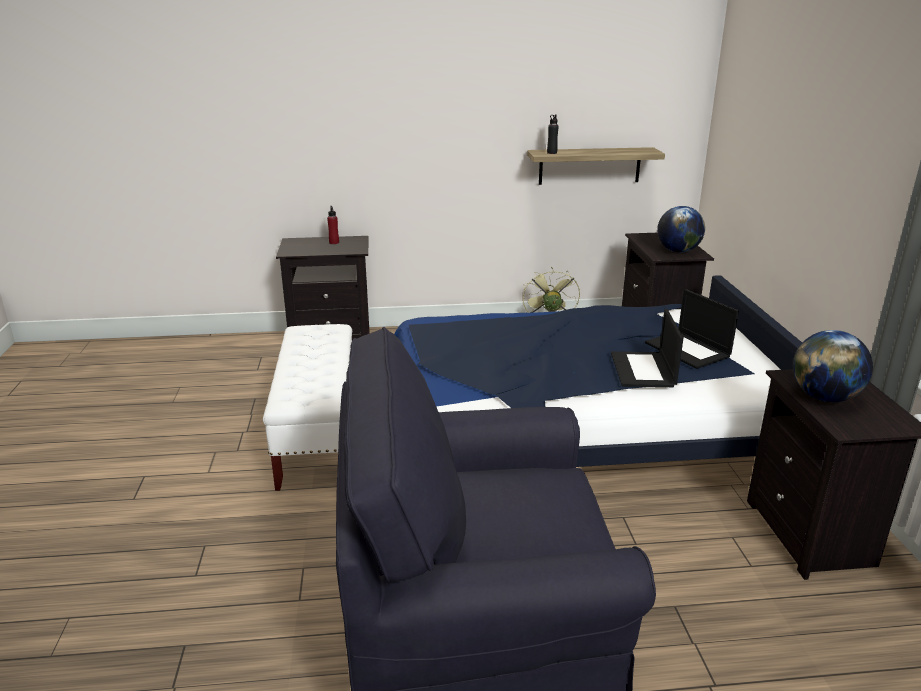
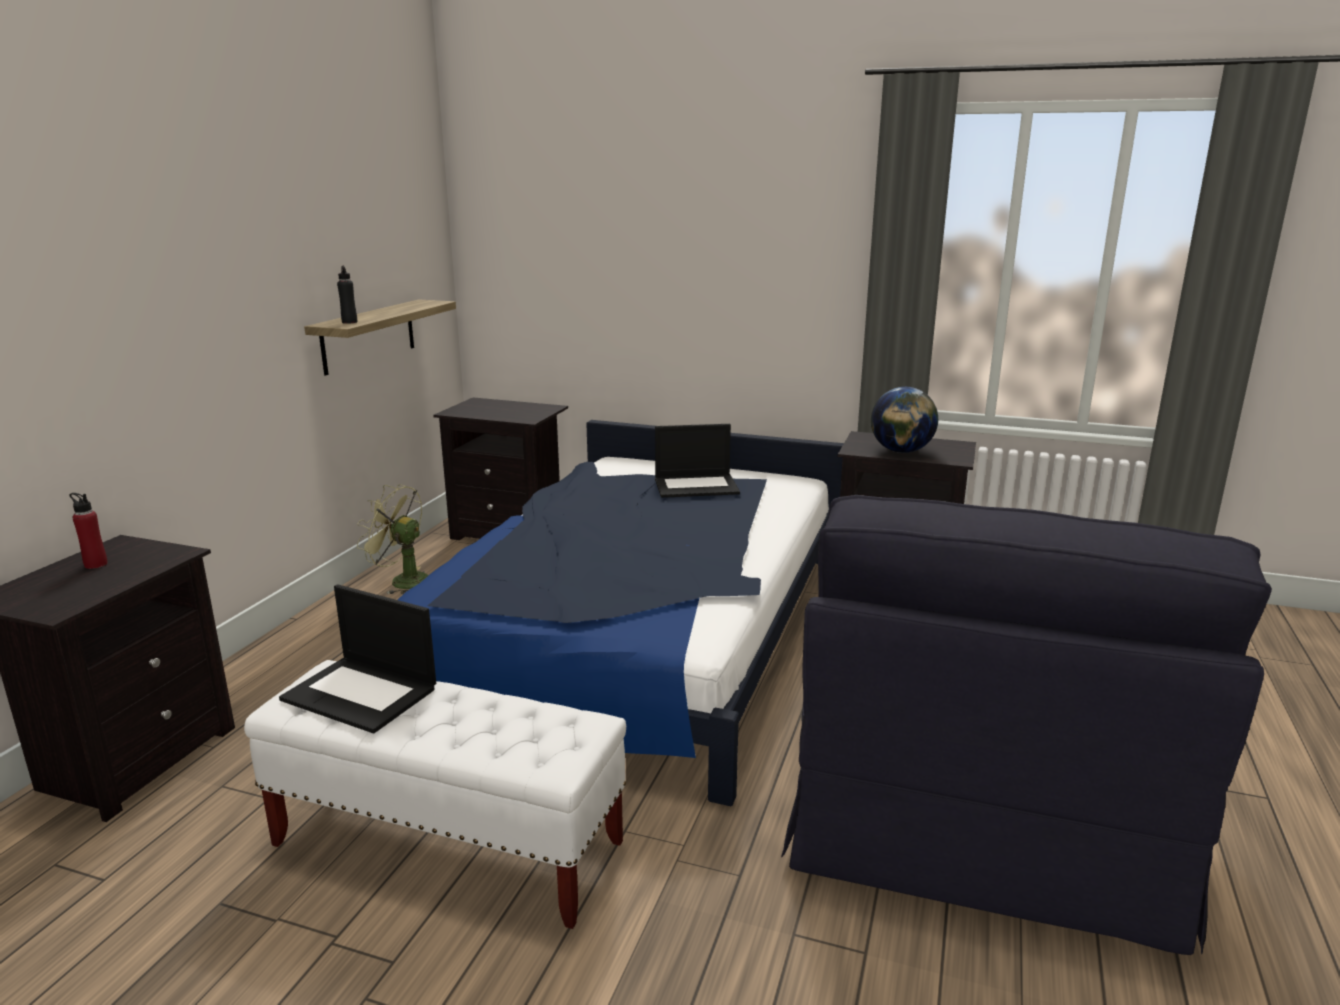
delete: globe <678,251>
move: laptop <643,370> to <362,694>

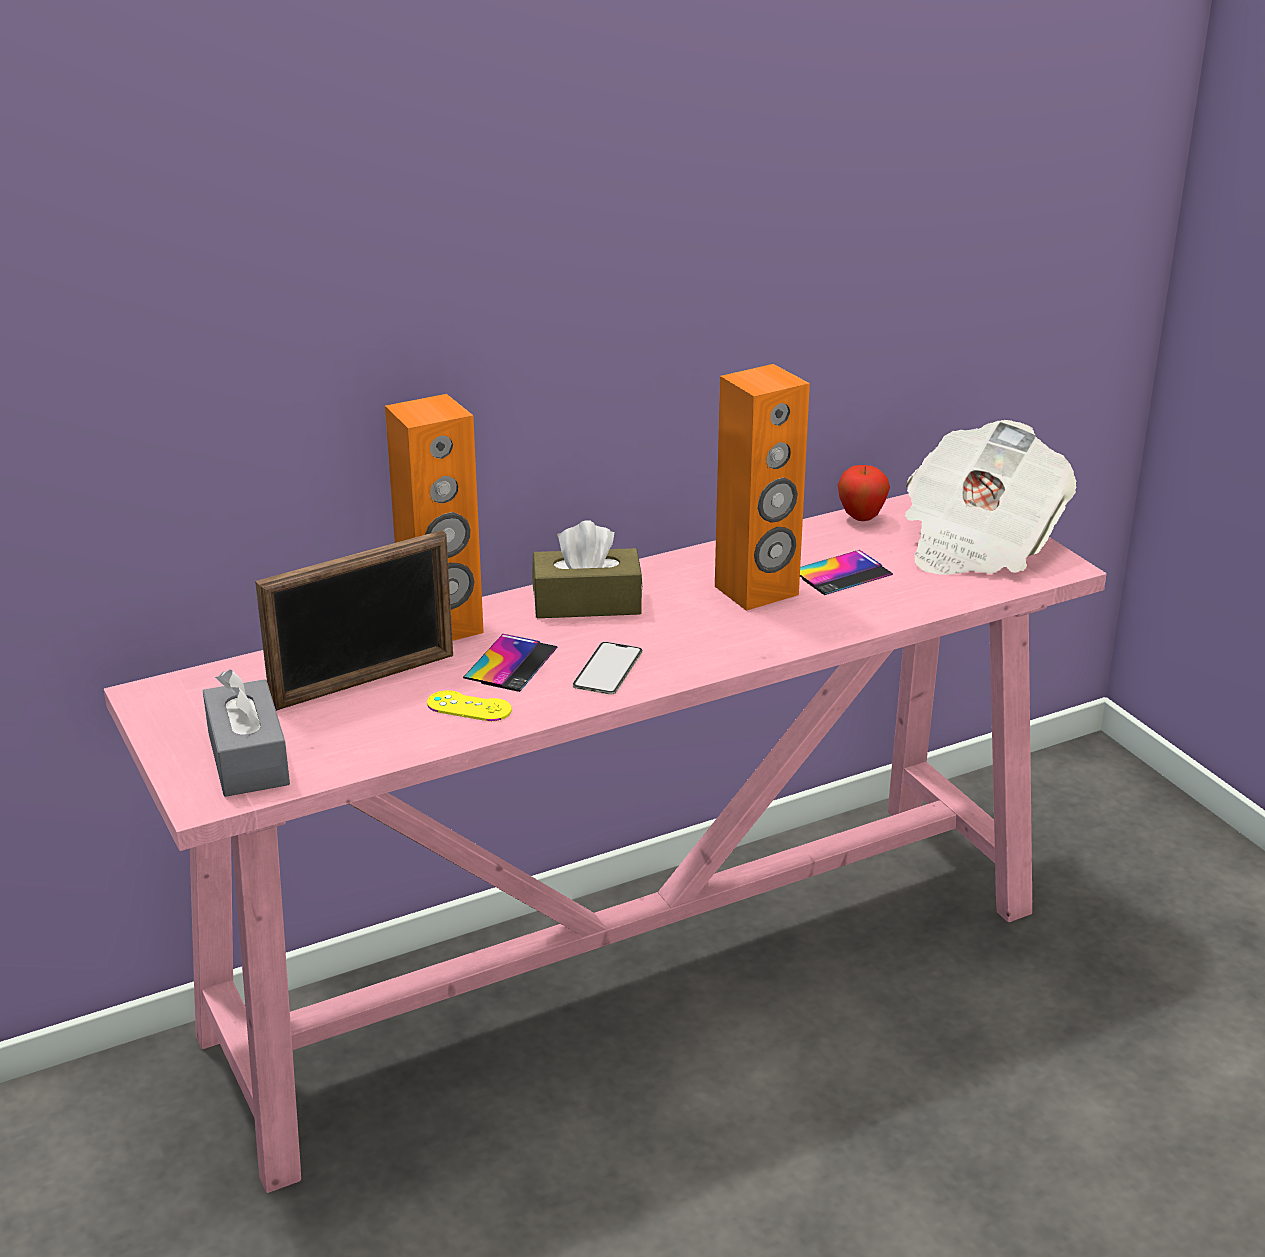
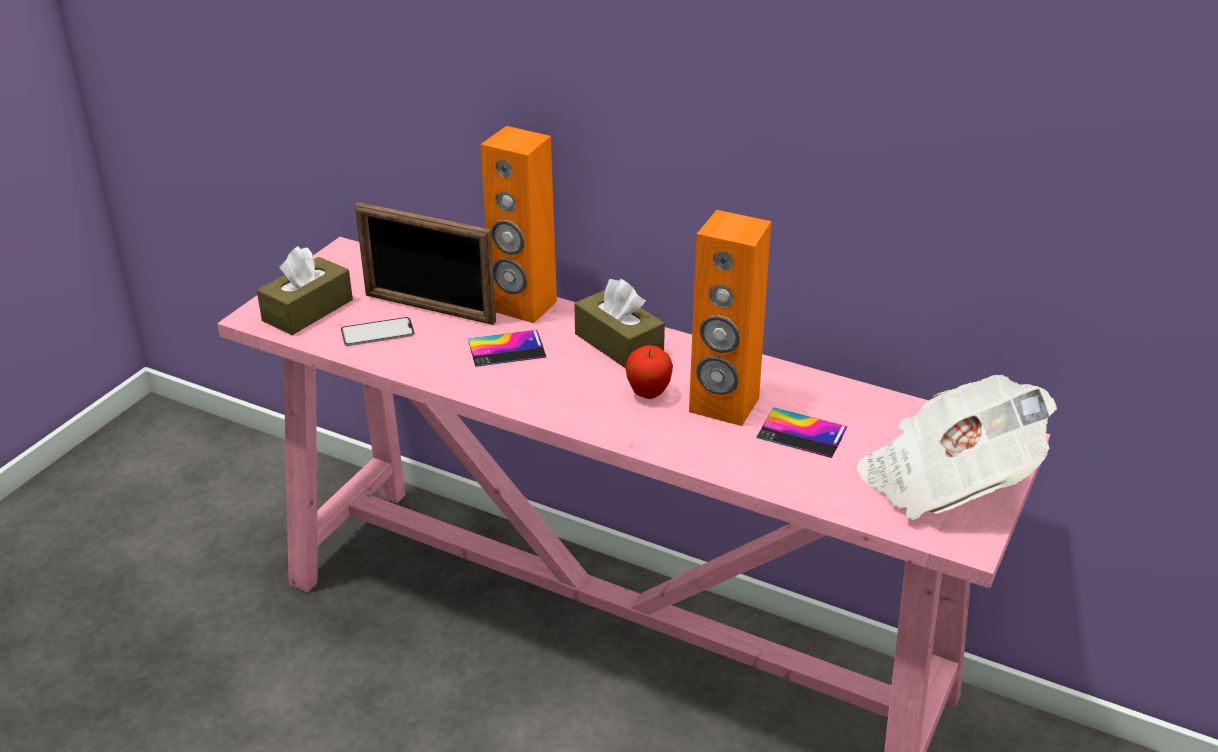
delete: yellow game controller <469,707>
move: phone <608,669> to <377,332>; apple <861,518> to <648,394>
recolor: grey tissue box <248,758> to brown tissue box <308,310>

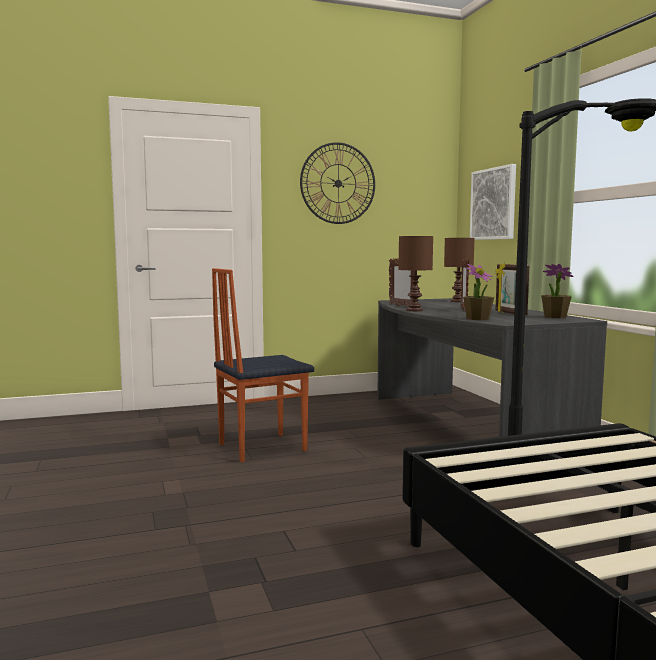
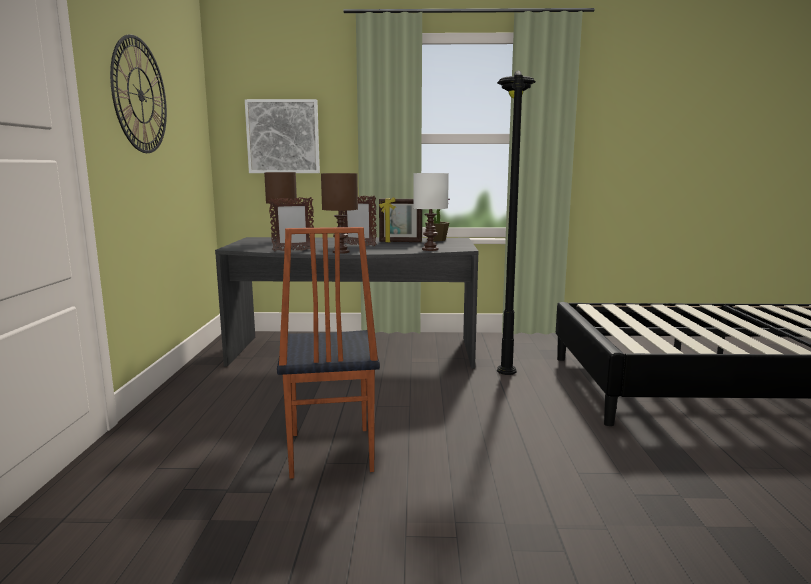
replace: potted plant <478,319> to white table lamp <429,249>

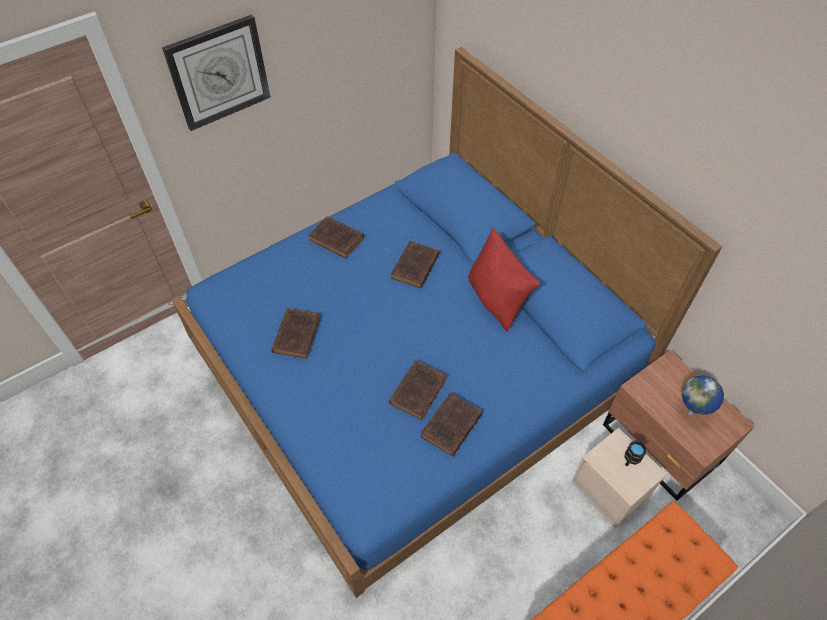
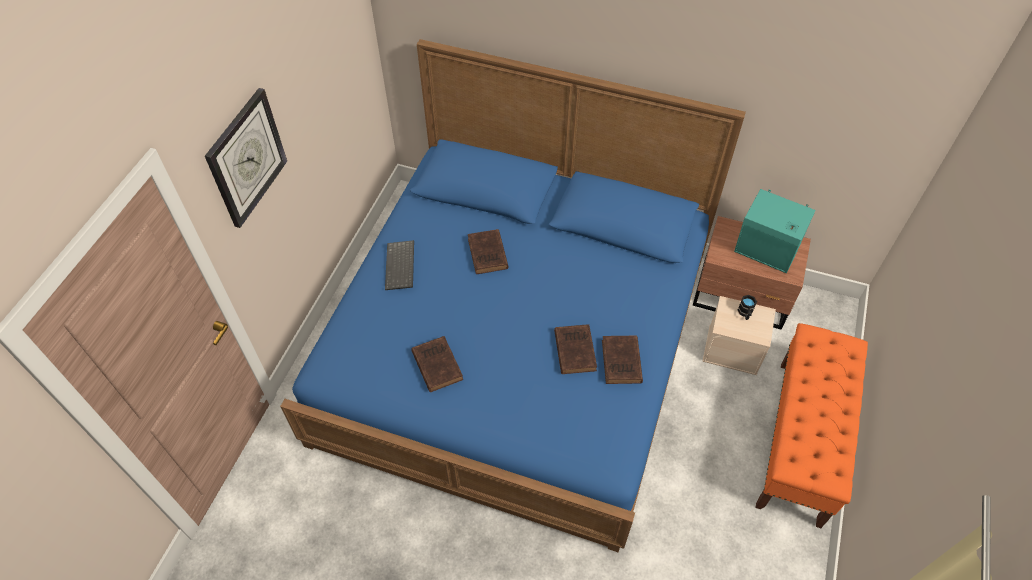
delete: red pillow <496,300>
replace: brown book <338,240> to keyboard <401,266>; globe <691,413> to turquoise speaker <765,253>

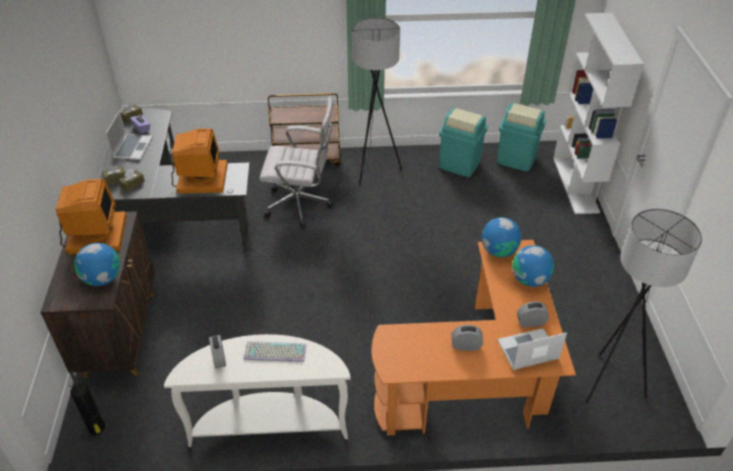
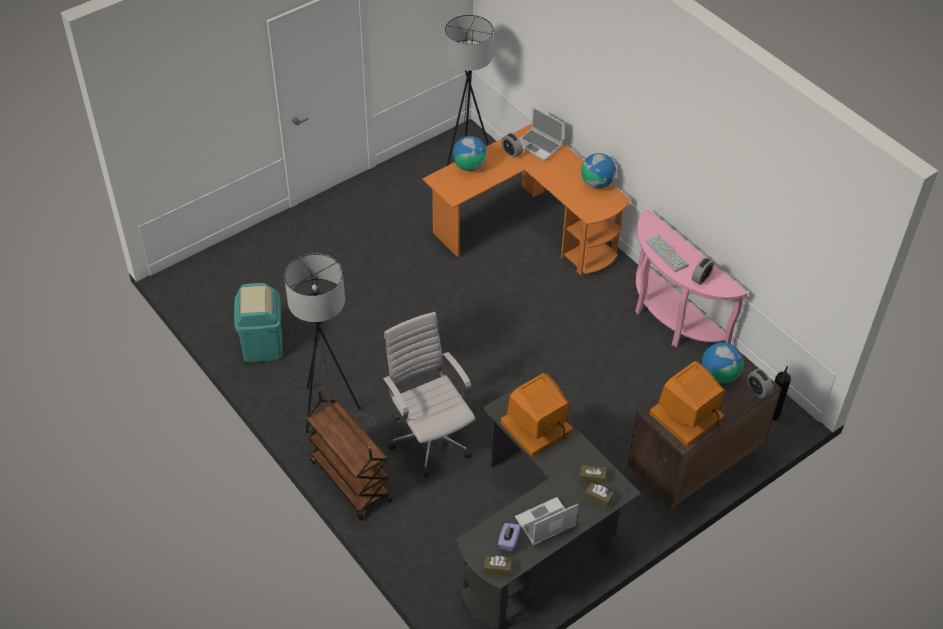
delete: turquoise trash can <516,159>; white bookcase <576,184>
move: alarm clock <466,346> to <757,390>; globe <499,251> to <597,183>
recolor: white console table <269,424> to pink console table <669,319>

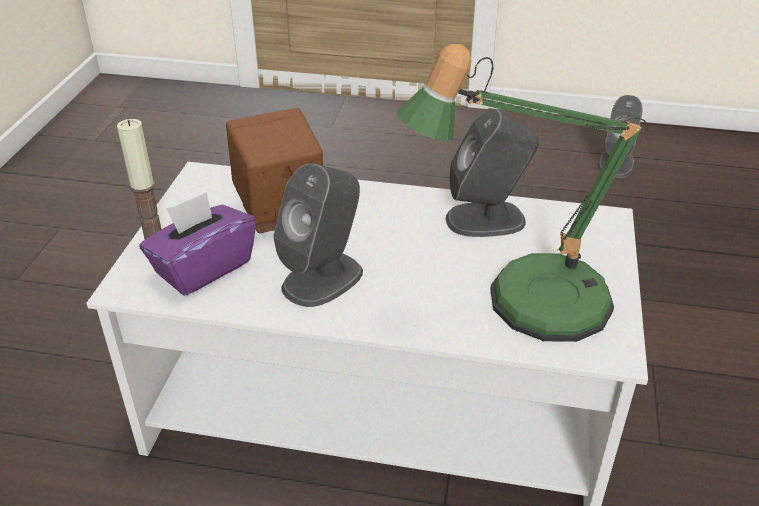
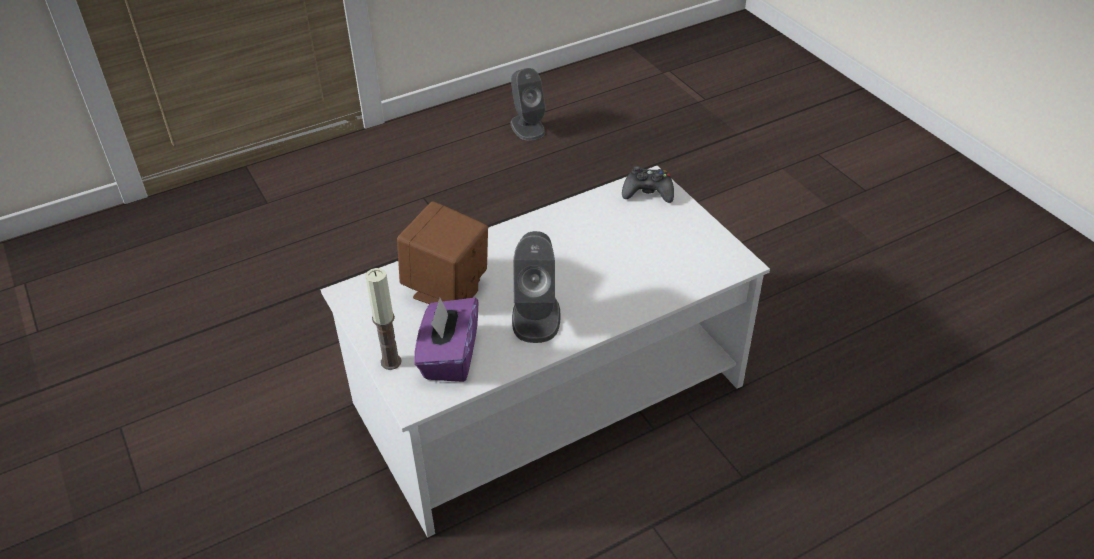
delete: table lamp <527,300>; grey speaker <486,219>
insert: black game controller <648,192>

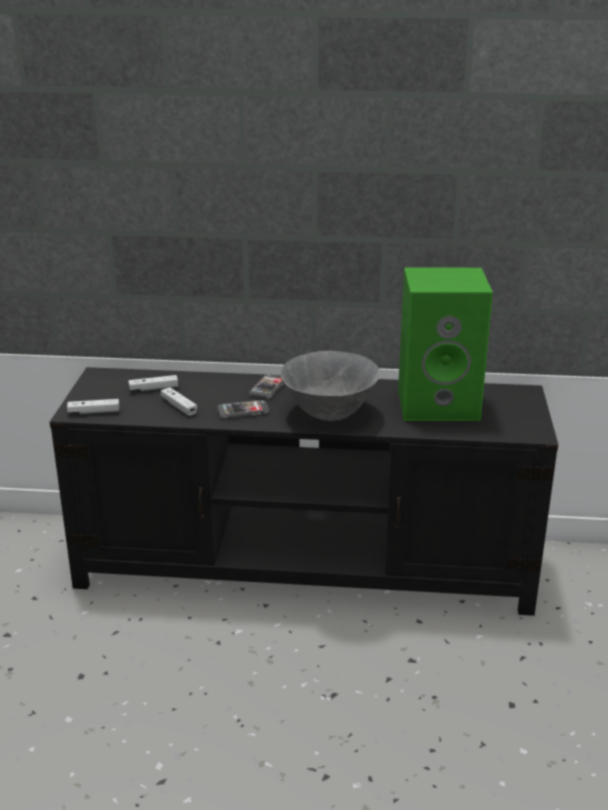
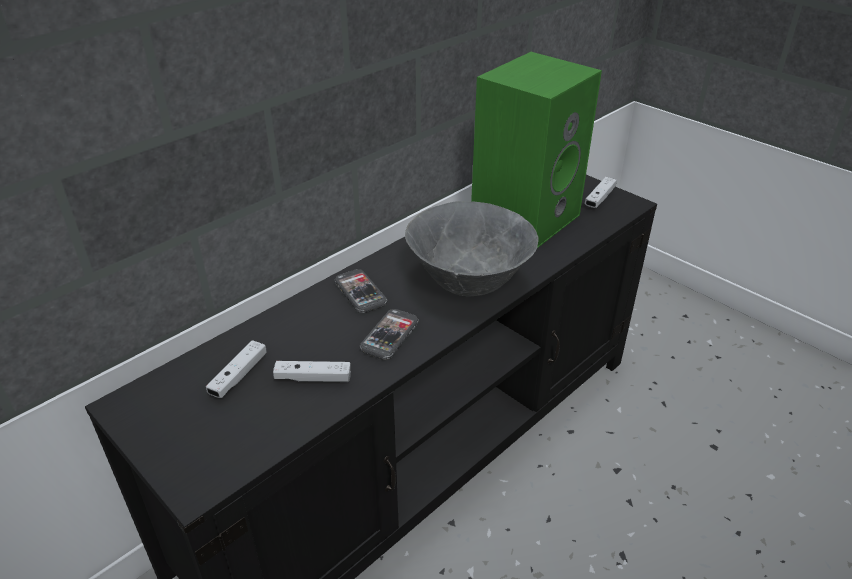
move: white game controller <94,412> to <599,198>

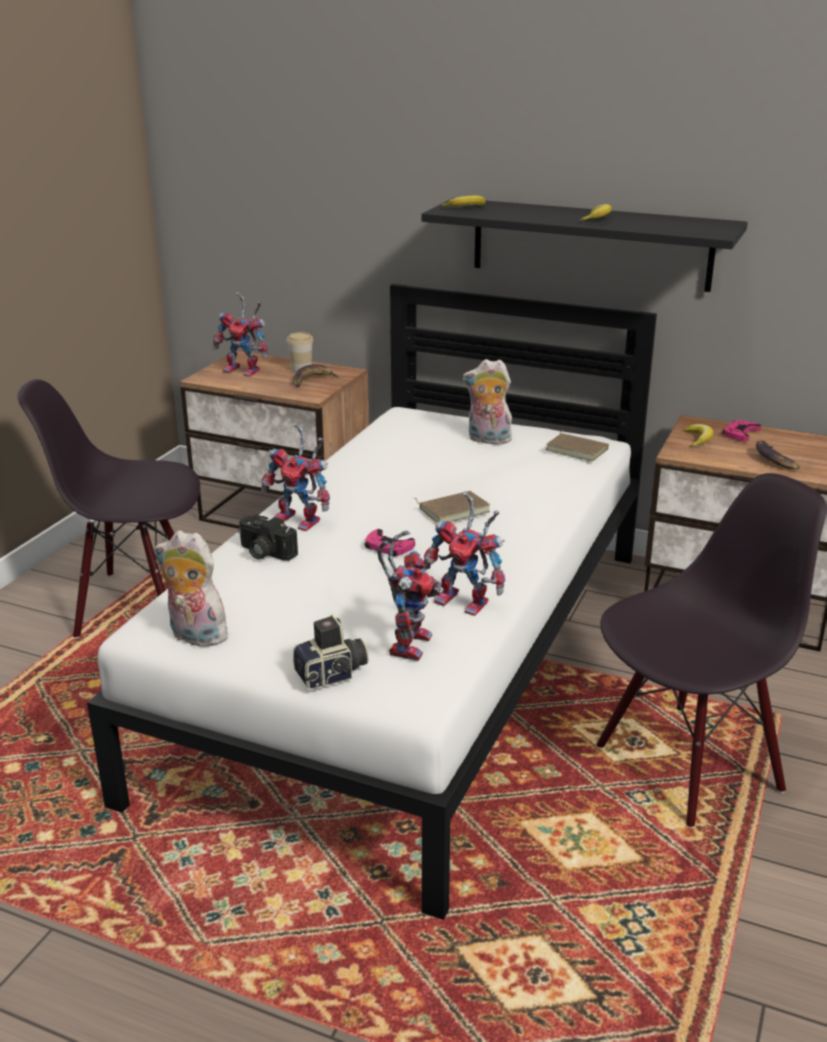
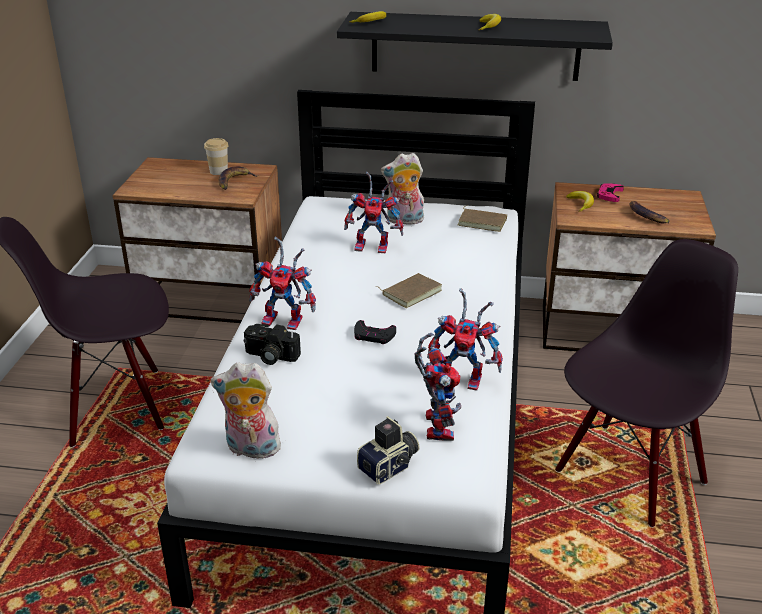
move: toy robot <246,371> to <375,246>
recolor: pink game controller <388,547> to black game controller <373,336>

